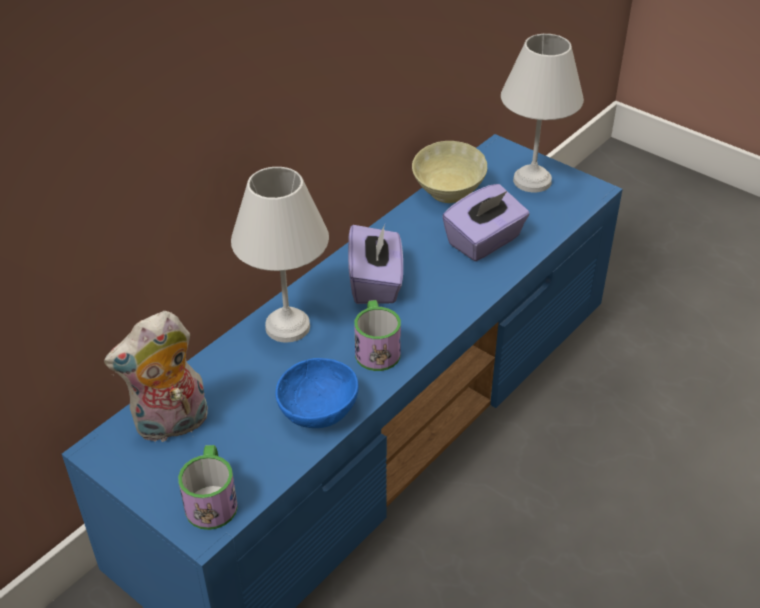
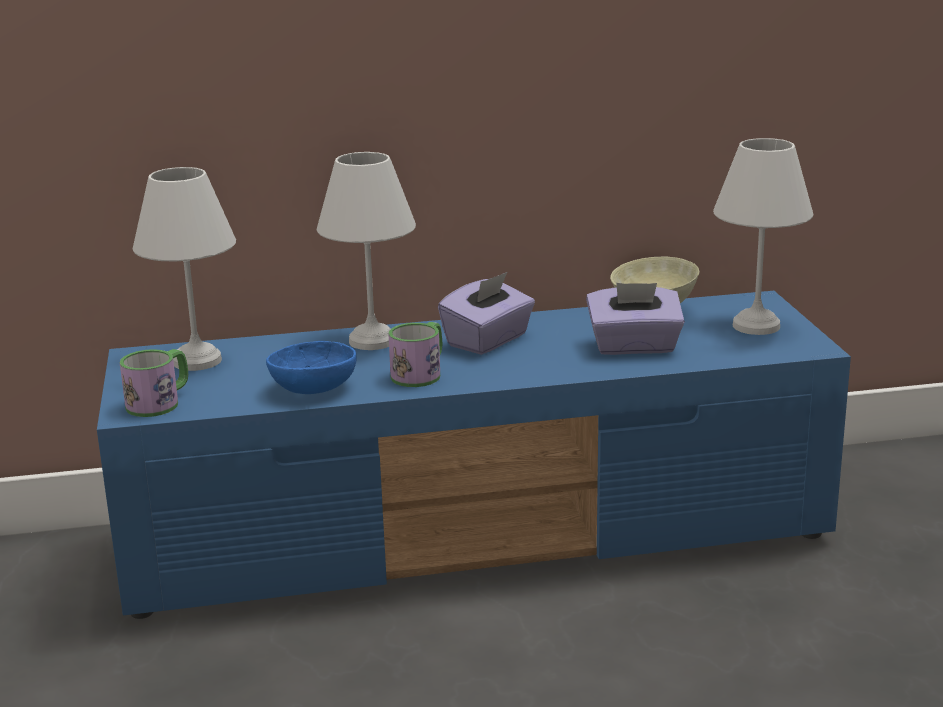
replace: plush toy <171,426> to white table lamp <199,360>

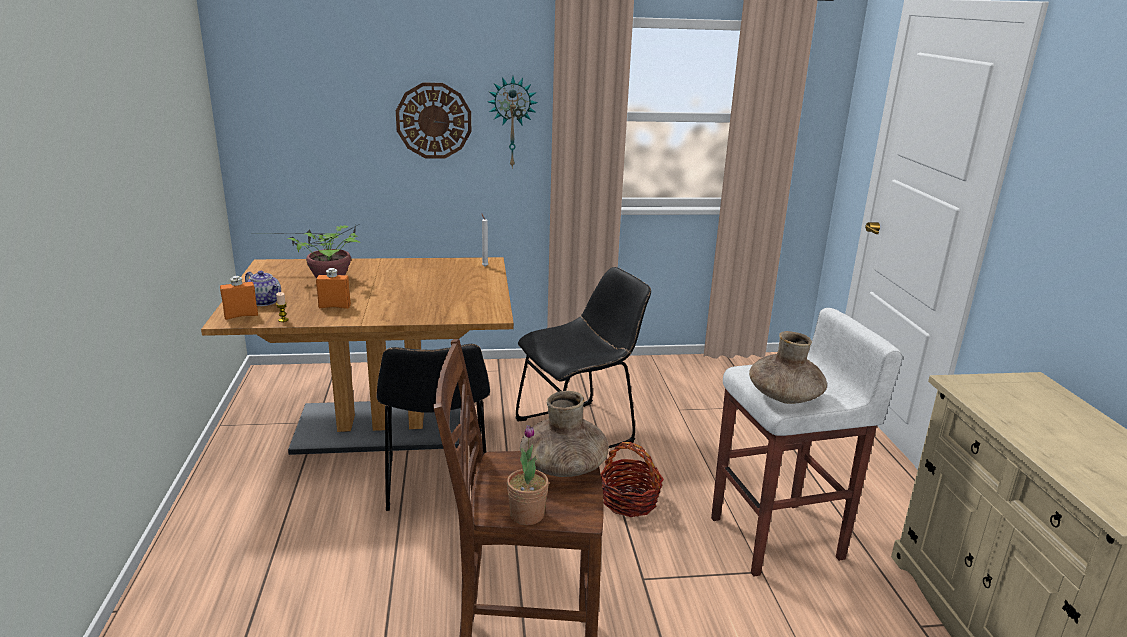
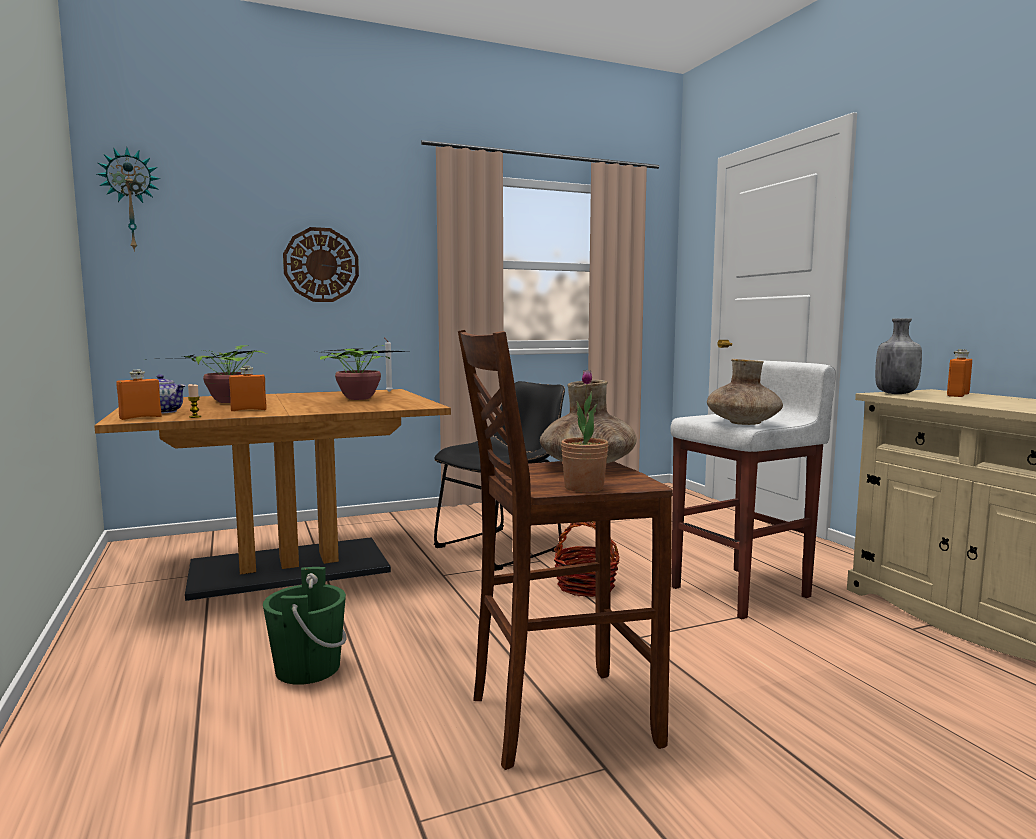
delete: black chair <437,483>
insert: green bucket <308,668>; potted plant <358,398>; grey bottle <896,393>; orange bottle <958,395>
move: wall clock <512,122> to <131,200>

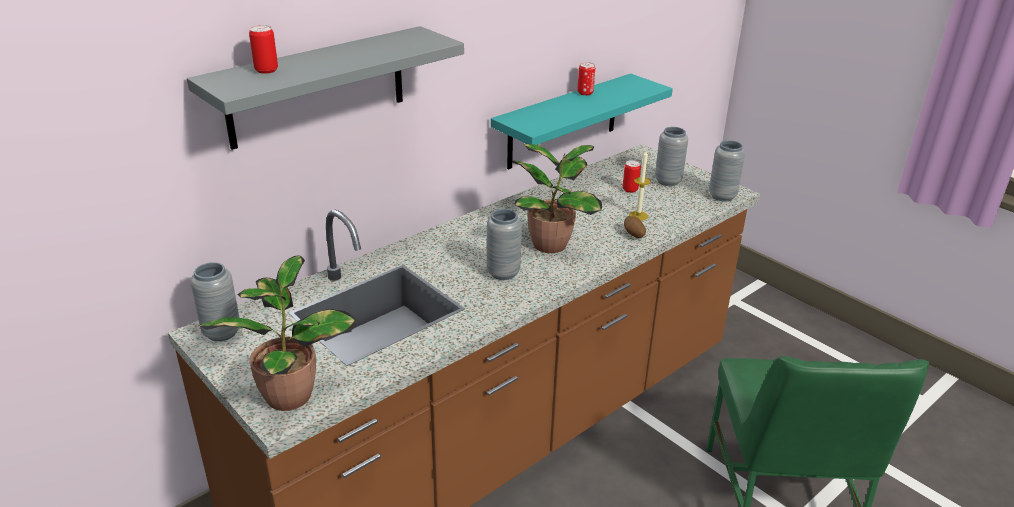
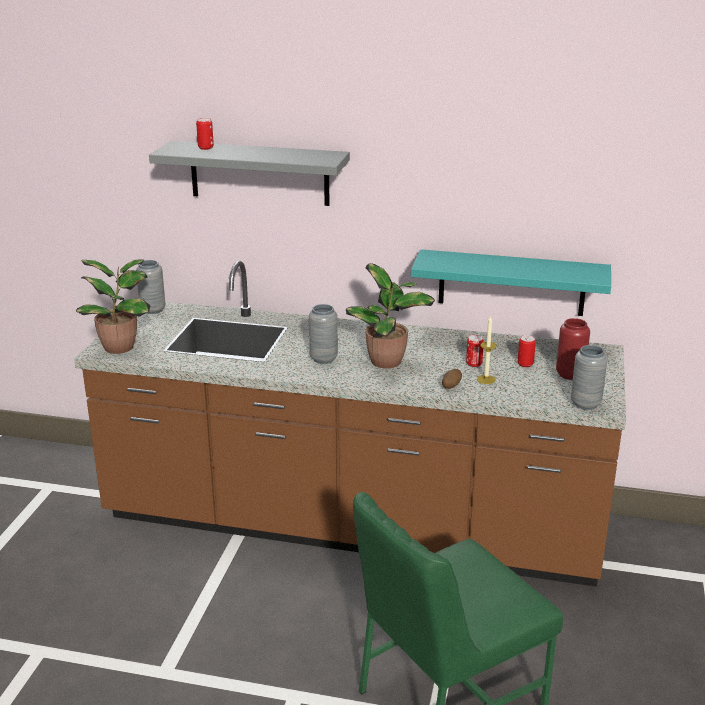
move: can <585,93> to <474,364>
recolor: grey vase <668,181> to red vase <570,374>

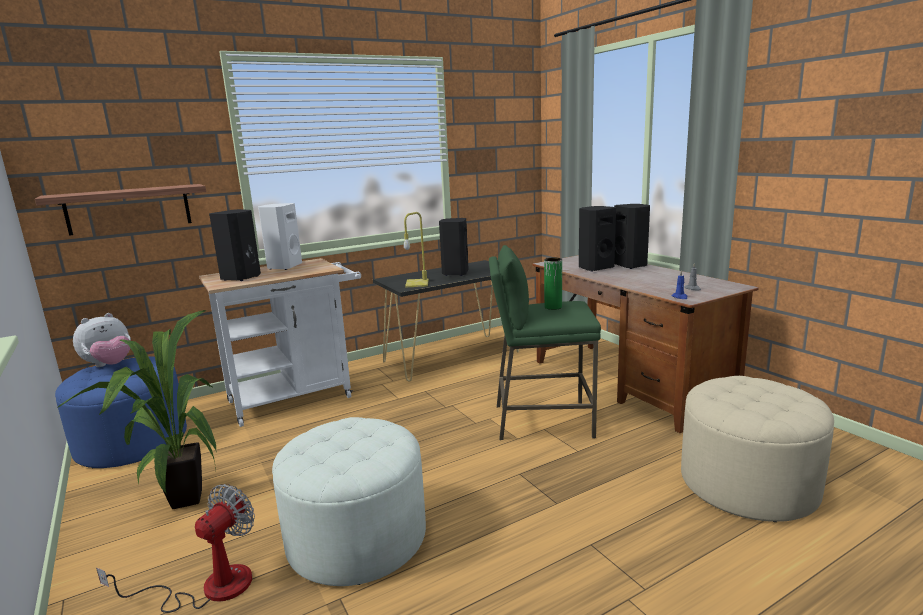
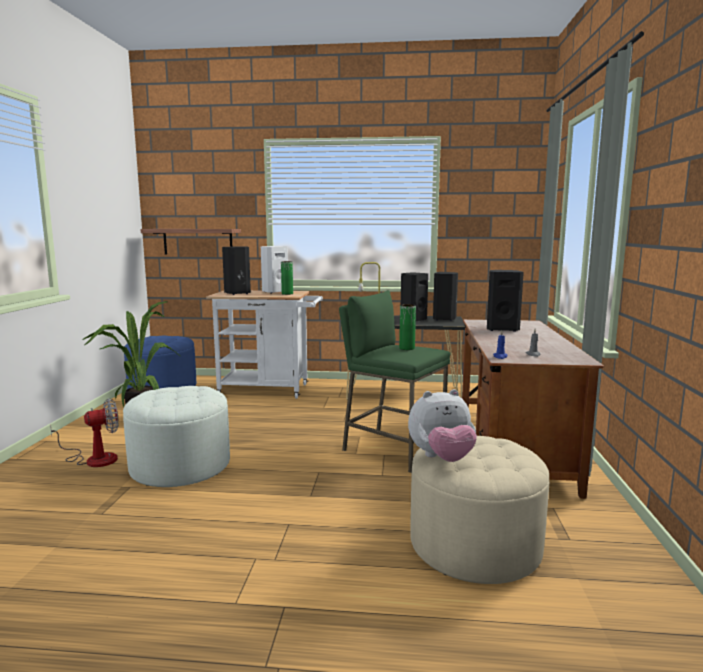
insert: green vase <287,294>
move: plush toy <110,365> to <441,458>; black speaker <631,265> to <444,319>

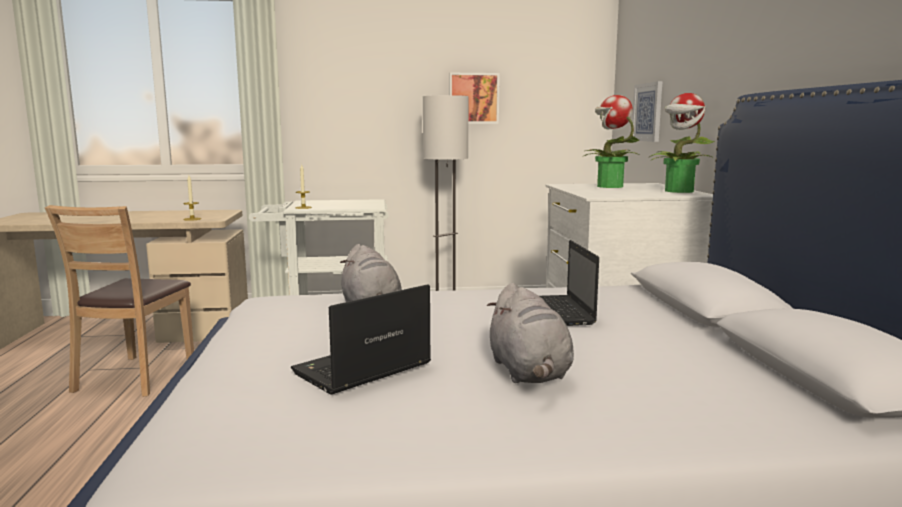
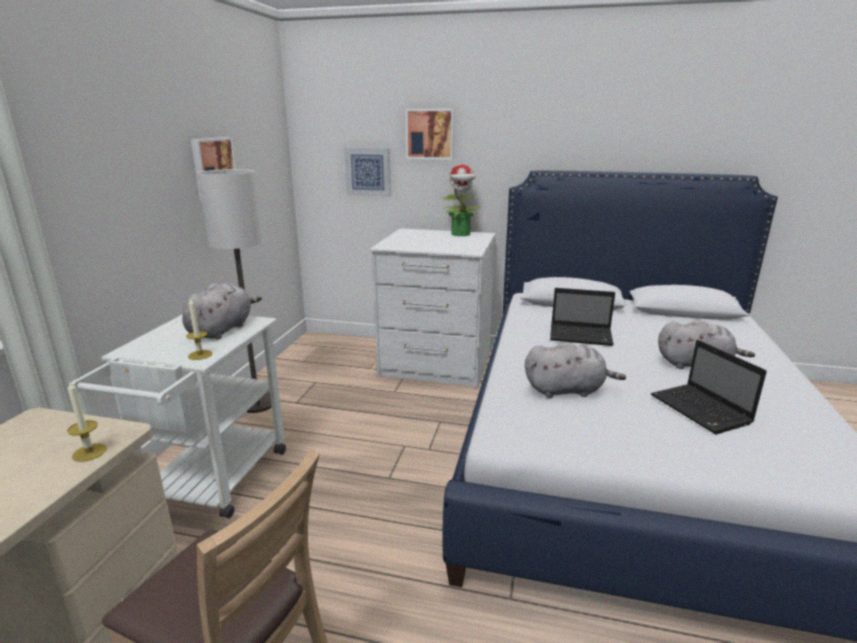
delete: potted plant <608,186>
insert: grey plush toy <222,329>; picture <430,134>

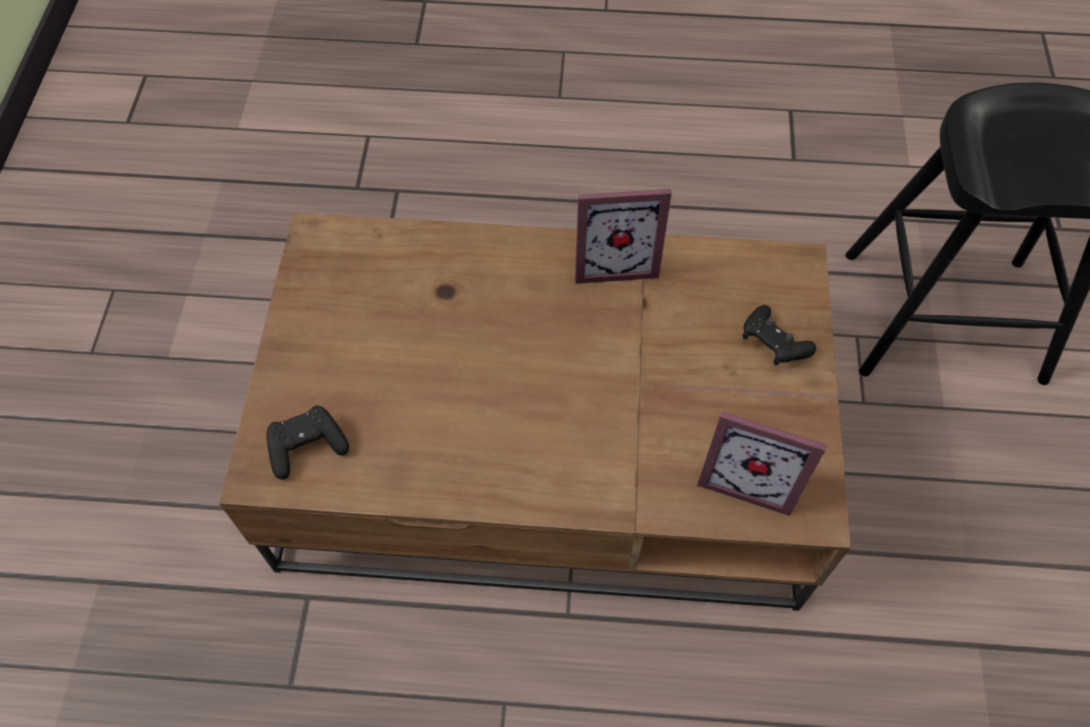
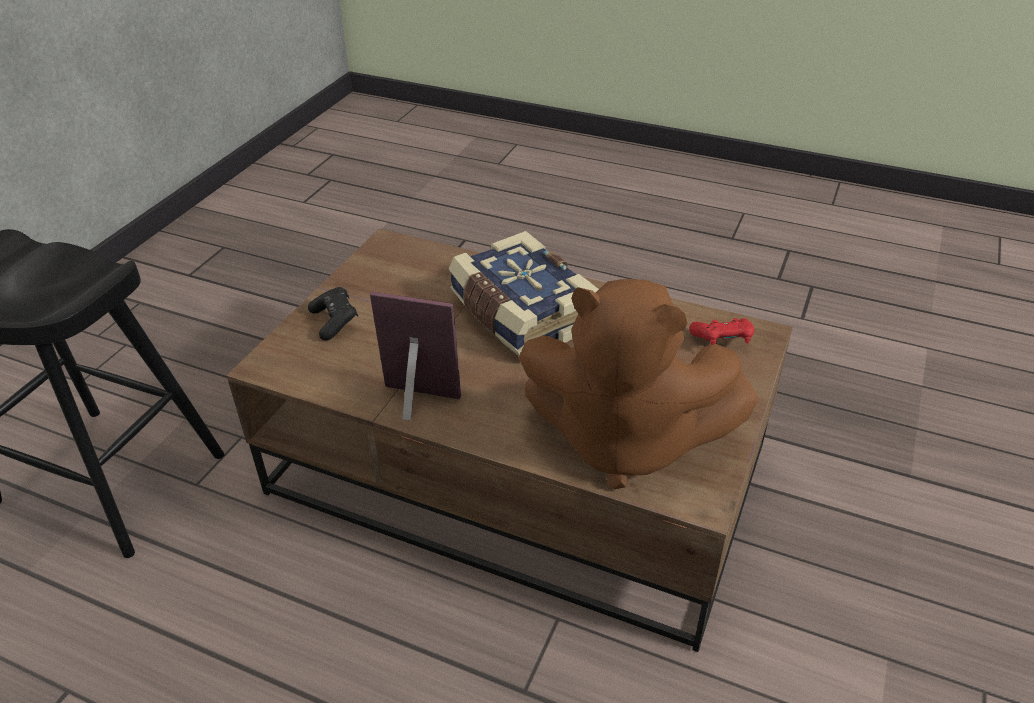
delete: picture frame <749,476>
insert: book <520,315>; brown plush toy <624,441>
recolor: black game controller <307,447> to red game controller <722,341>

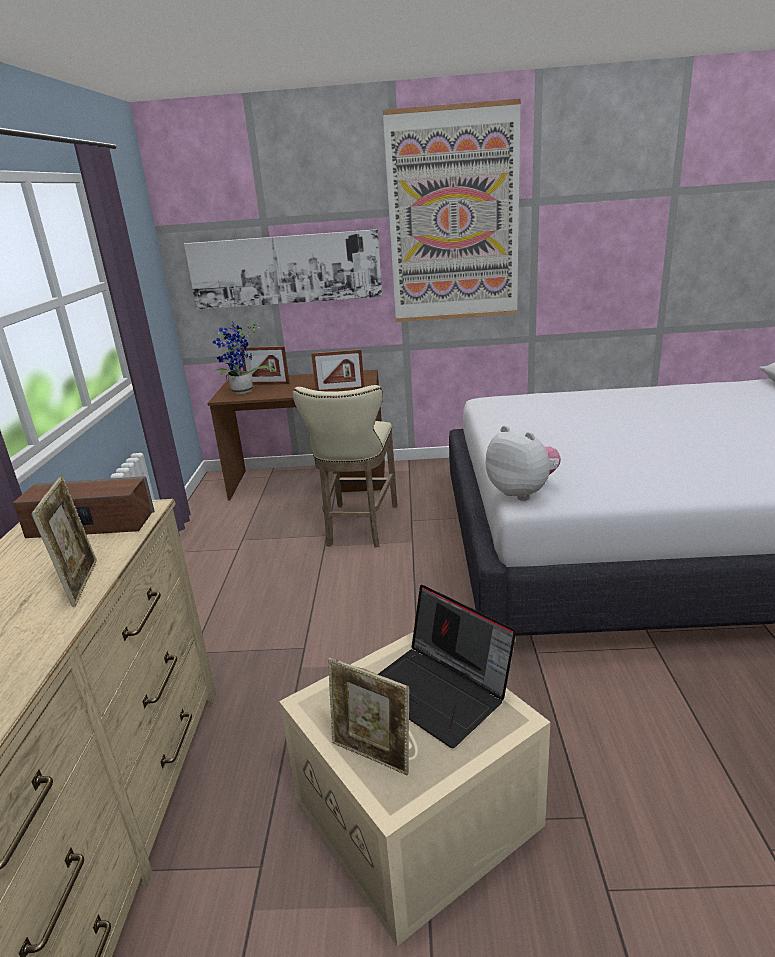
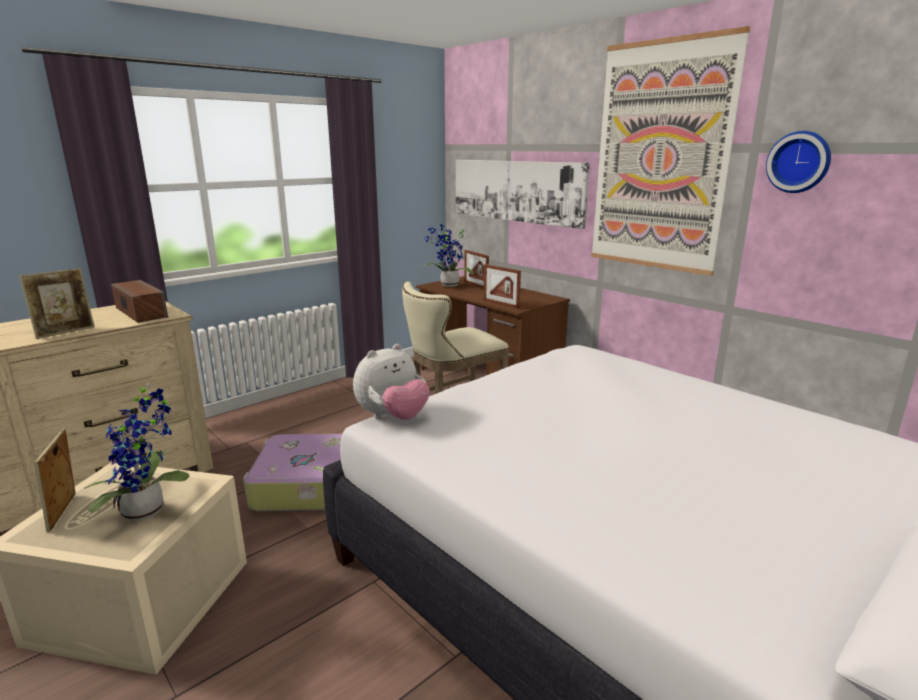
insert: suitcase <304,486>; wall clock <799,162>
replace: laptop <440,691> to potted plant <149,511>
rotate: plush toy <522,492> = <392,417> 45 degrees clockwise

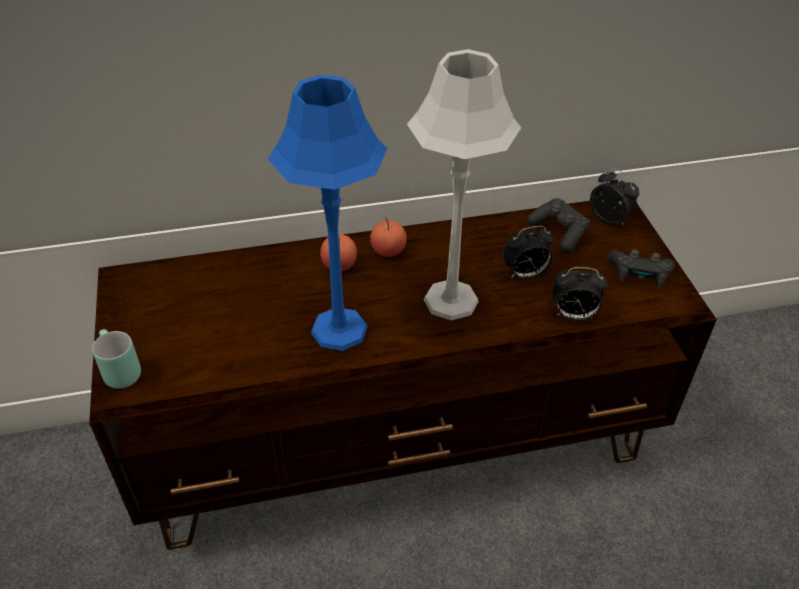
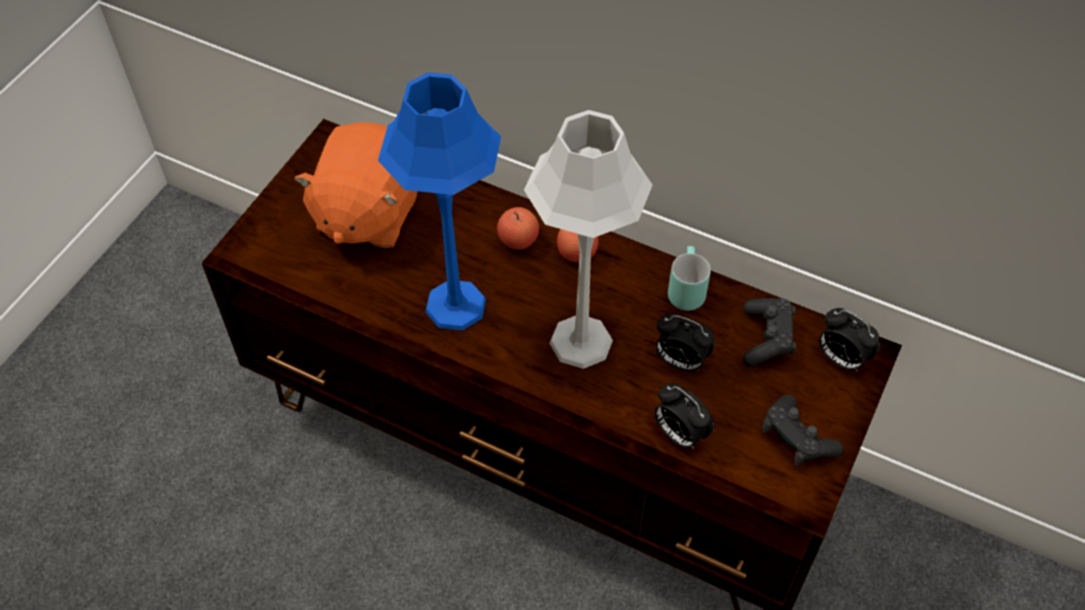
insert: orange plush toy <367,213>
move: turquoise mug <117,371> to <683,289>
rotate: alarm clock <610,219> = <840,358> 135 degrees clockwise

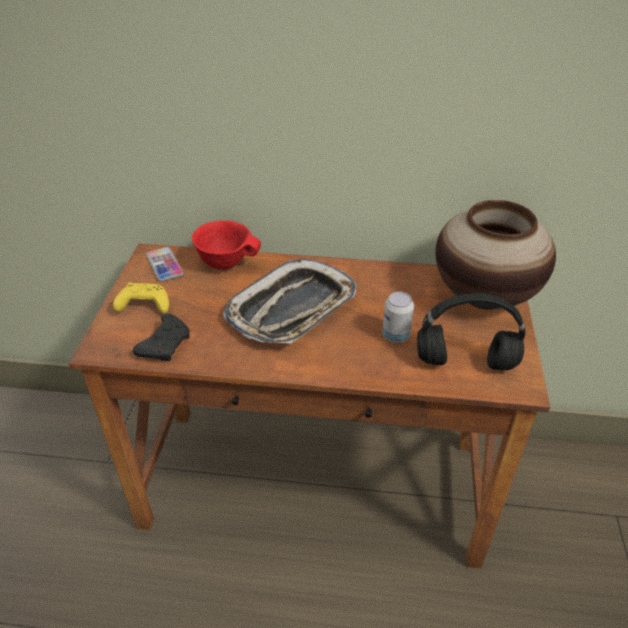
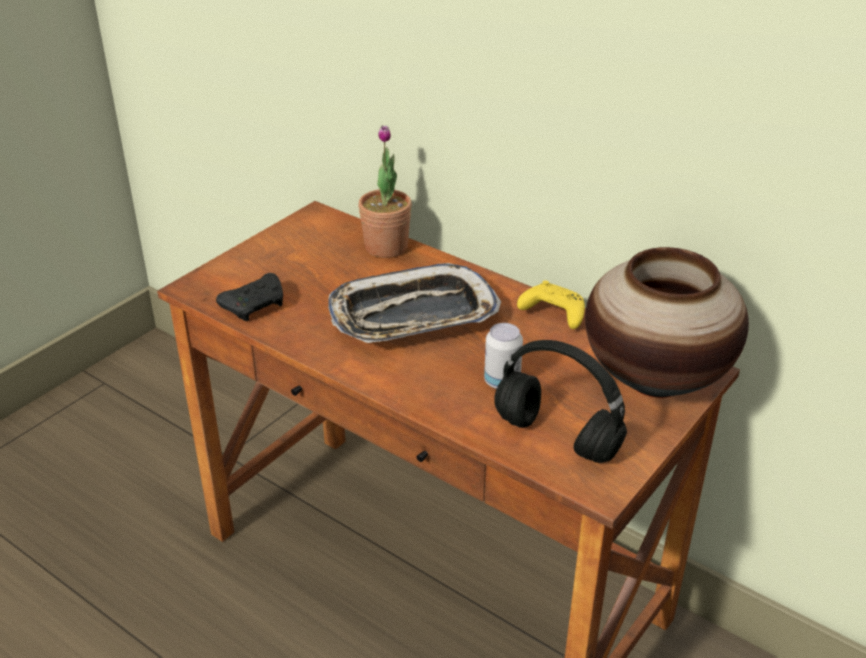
delete: phone <164,265>
move: yellow game controller <143,306> to <552,314>
replace: red bowl <226,262> to potted plant <386,247>

